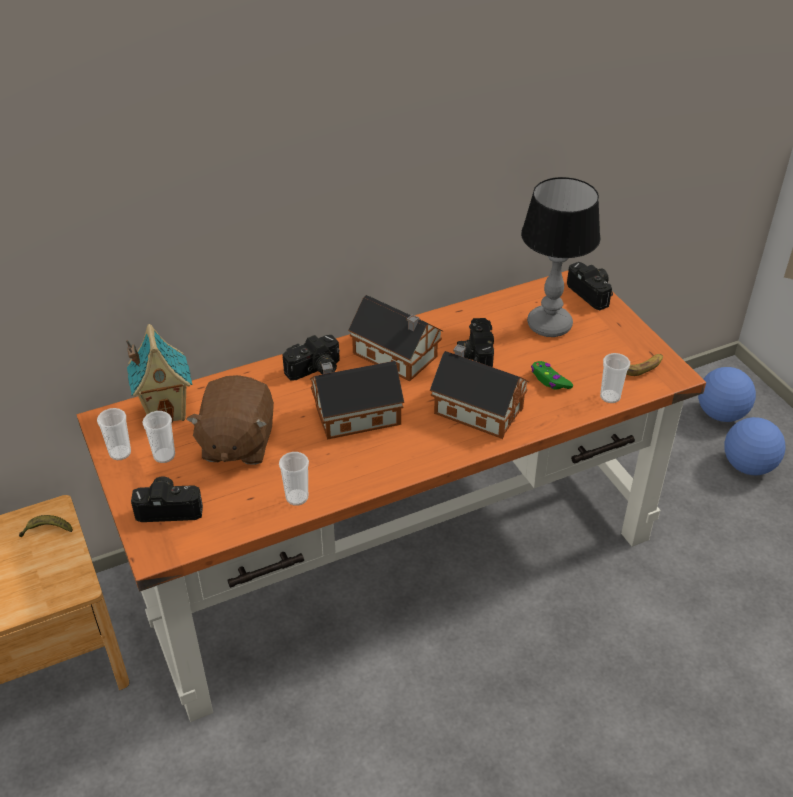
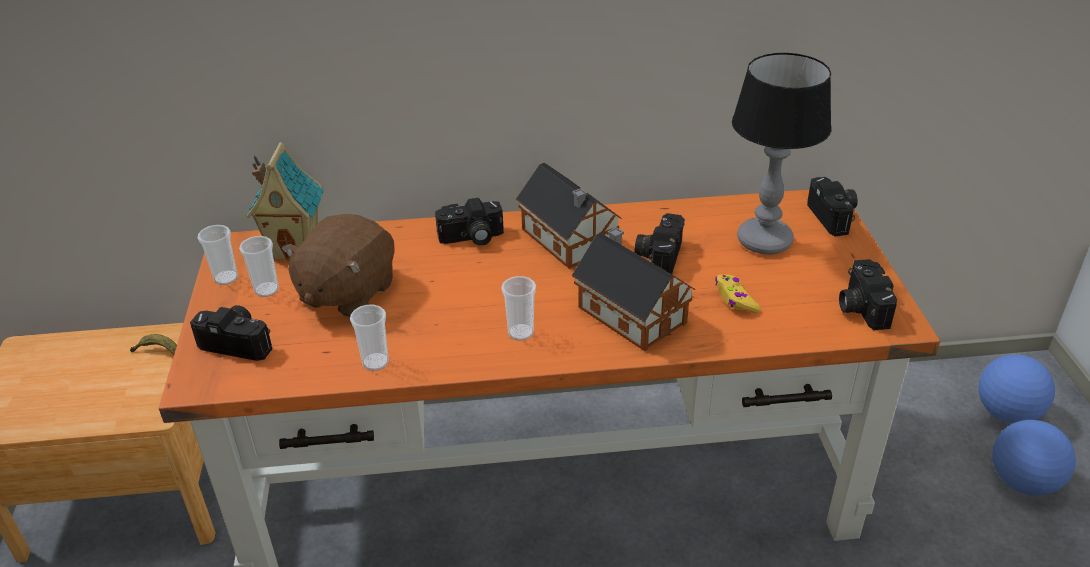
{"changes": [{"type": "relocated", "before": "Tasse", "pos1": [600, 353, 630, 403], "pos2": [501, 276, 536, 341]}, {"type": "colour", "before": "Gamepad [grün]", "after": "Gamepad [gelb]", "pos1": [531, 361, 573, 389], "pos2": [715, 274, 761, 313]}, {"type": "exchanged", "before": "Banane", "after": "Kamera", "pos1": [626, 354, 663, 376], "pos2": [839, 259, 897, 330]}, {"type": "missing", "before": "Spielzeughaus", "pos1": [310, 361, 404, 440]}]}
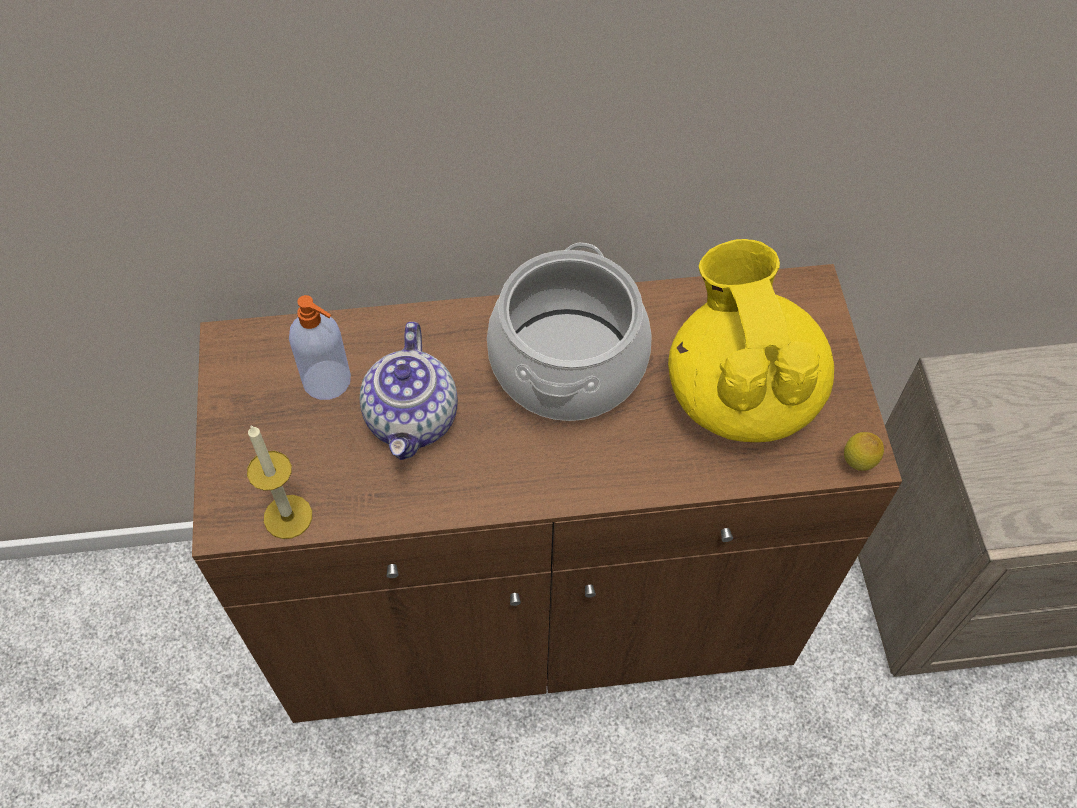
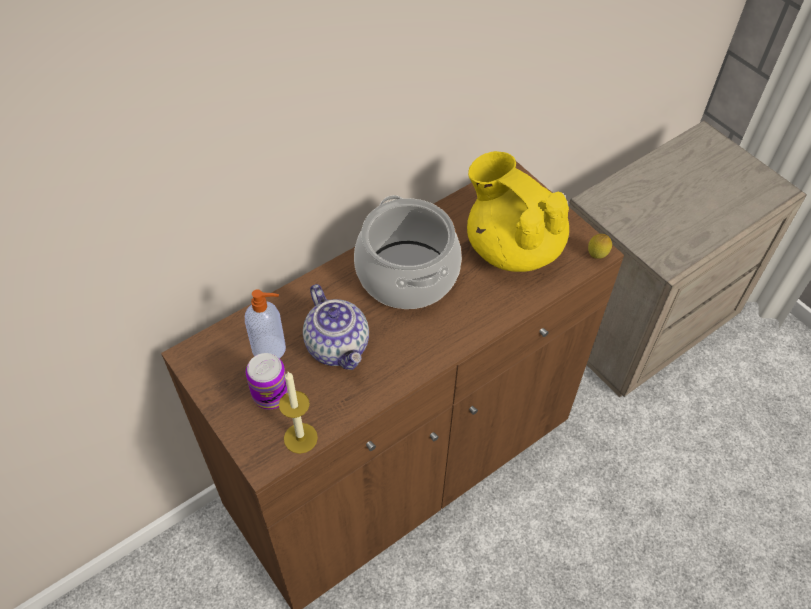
{"changes": [{"type": "appeared", "after": "Dose", "pos2": [246, 353, 288, 410]}]}
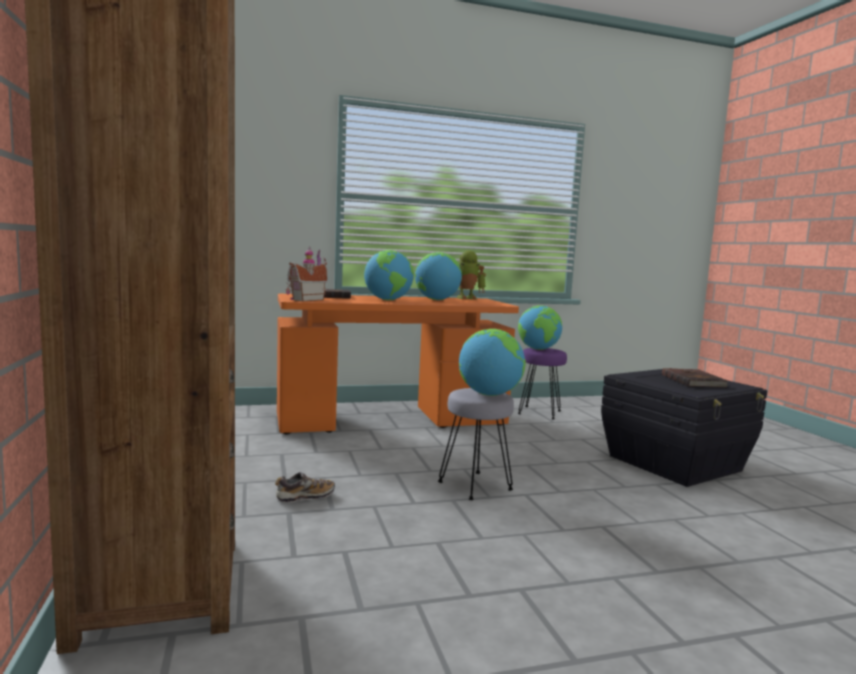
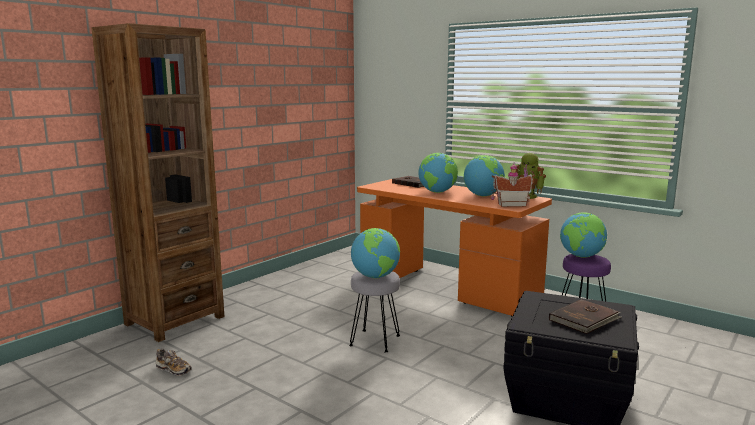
{"changes": [{"type": "relocated", "before": "Schuh", "pos1": [275, 472, 335, 503], "pos2": [156, 349, 192, 376]}, {"type": "relocated", "before": "Spielzeughaus", "pos1": [286, 247, 328, 301], "pos2": [490, 164, 535, 207]}]}
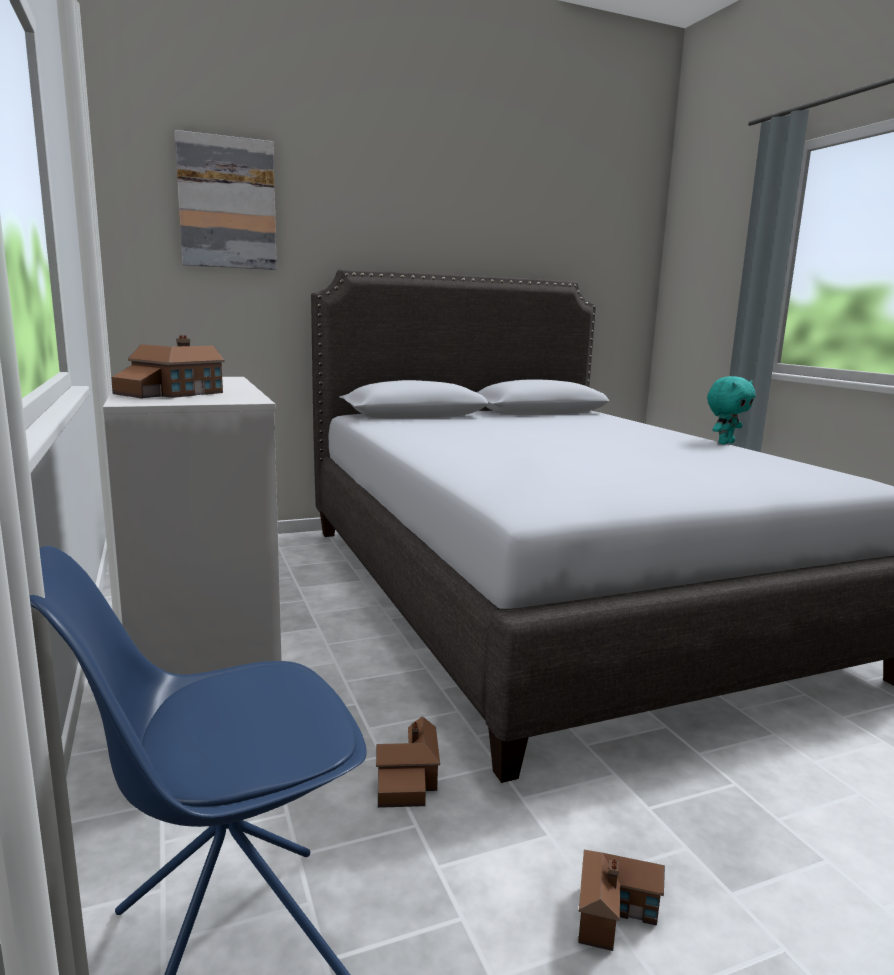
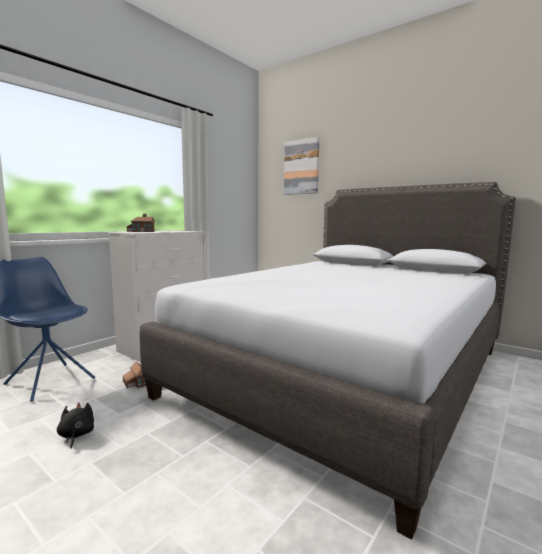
{"changes": [{"type": "exchanged", "before": "Spielzeughaus", "after": "Plüschtier [schwarz]", "pos1": [578, 850, 665, 951], "pos2": [57, 402, 94, 449]}, {"type": "missing", "before": "Plüschtier [türkis]", "pos1": [707, 376, 755, 444]}]}
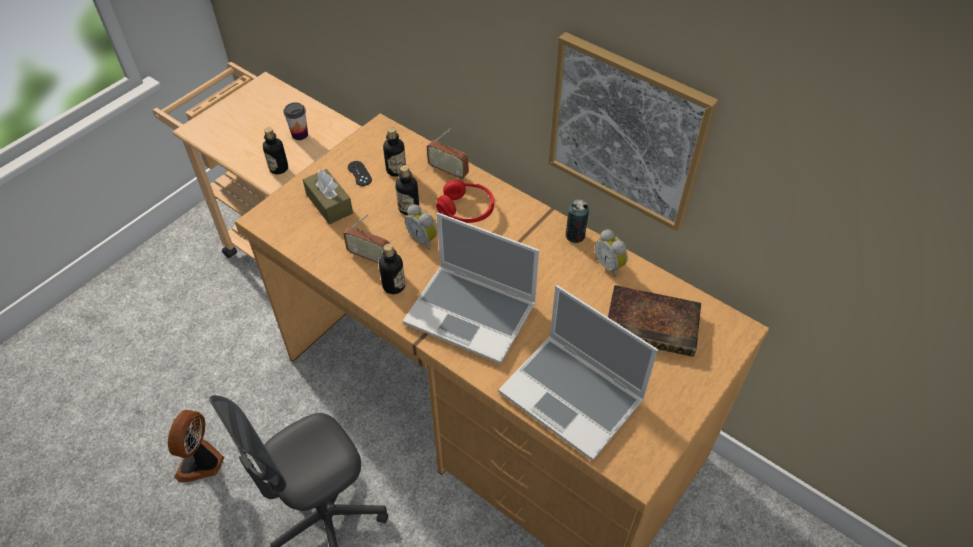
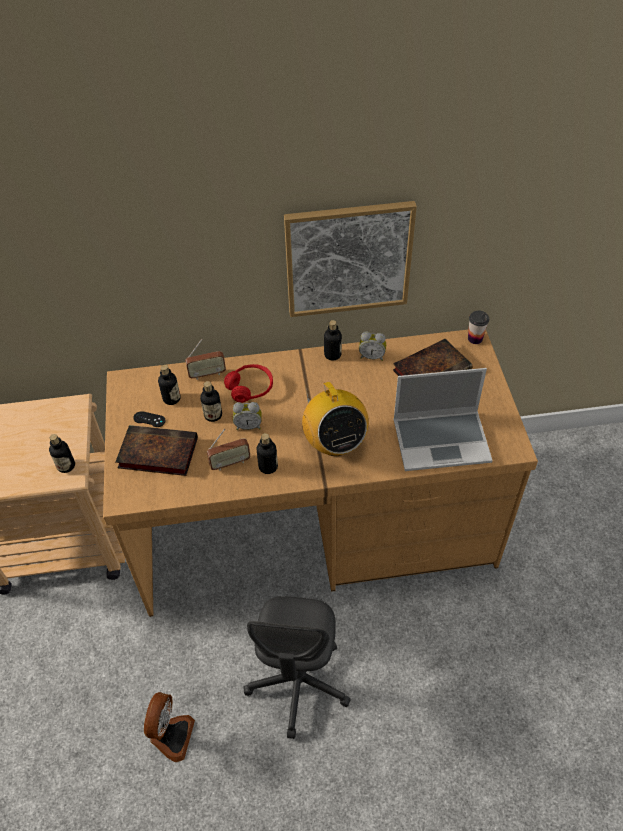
{"changes": [{"type": "exchanged", "before": "Taschentuchbox [braun]", "after": "Buch", "pos1": [303, 169, 353, 224], "pos2": [116, 425, 198, 476]}, {"type": "spun", "before": "Ventilator", "pos1": [168, 410, 224, 482], "pos2": [144, 692, 195, 762], "turn": -135}, {"type": "exchanged", "before": "Laptop", "after": "Radio", "pos1": [403, 213, 539, 364], "pos2": [302, 382, 369, 456]}, {"type": "exchanged", "before": "Dose", "after": "Flasche", "pos1": [566, 199, 589, 243], "pos2": [324, 320, 342, 361]}, {"type": "relocated", "before": "Tasse", "pos1": [283, 102, 308, 140], "pos2": [468, 311, 489, 344]}]}
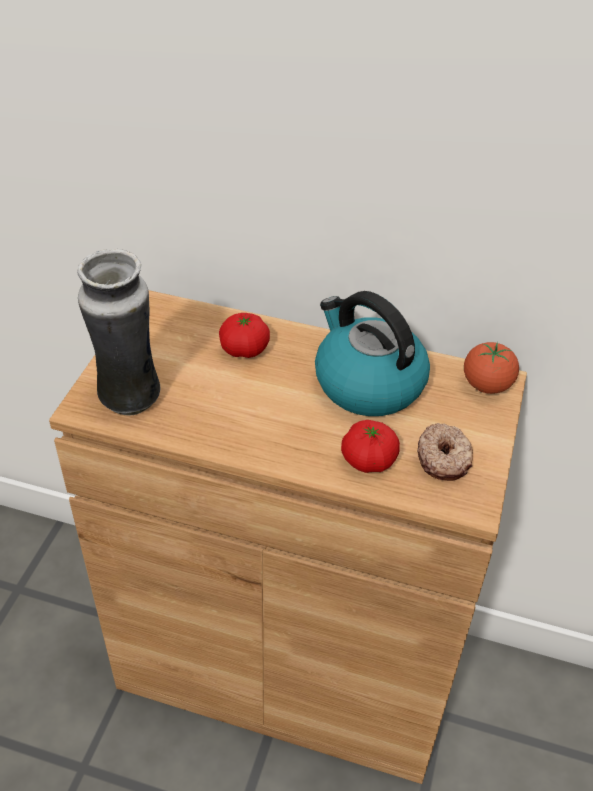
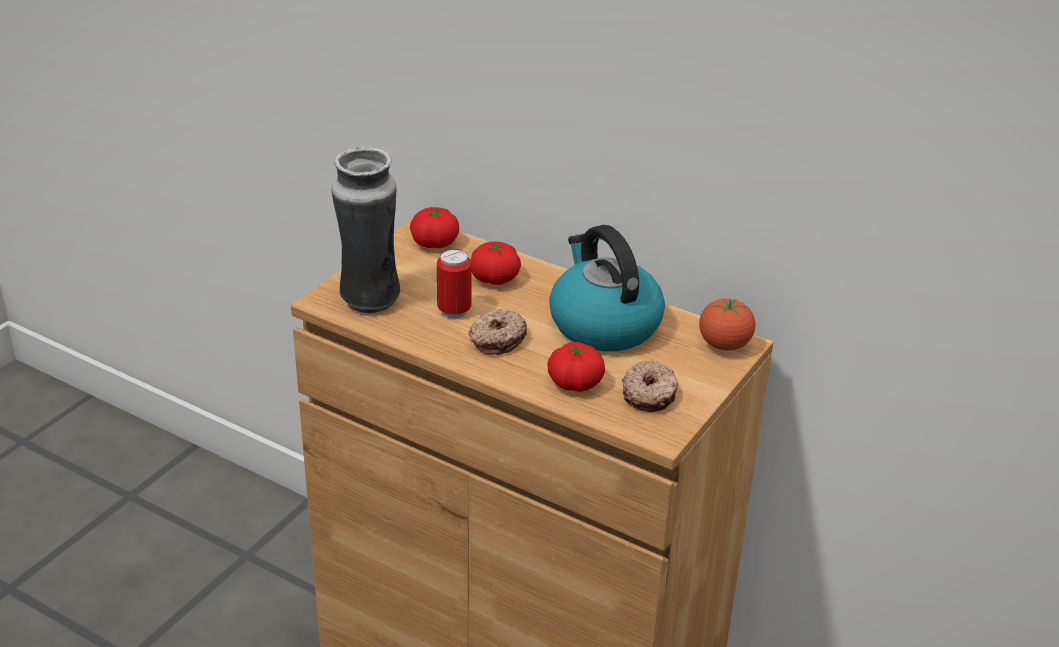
{"changes": [{"type": "appeared", "after": "Tomate", "pos2": [410, 207, 459, 248]}, {"type": "appeared", "after": "Dose", "pos2": [437, 249, 472, 319]}, {"type": "appeared", "after": "Donut", "pos2": [468, 309, 527, 355]}]}
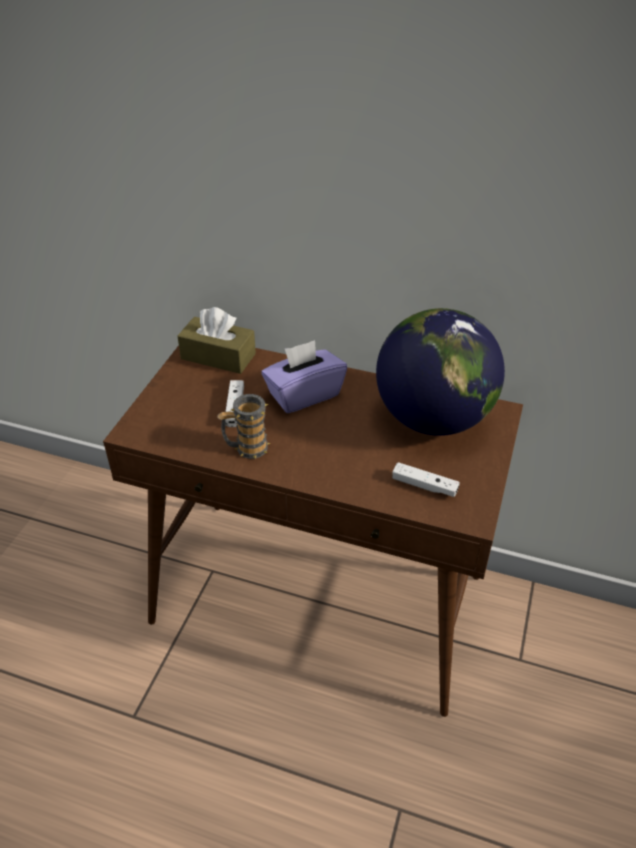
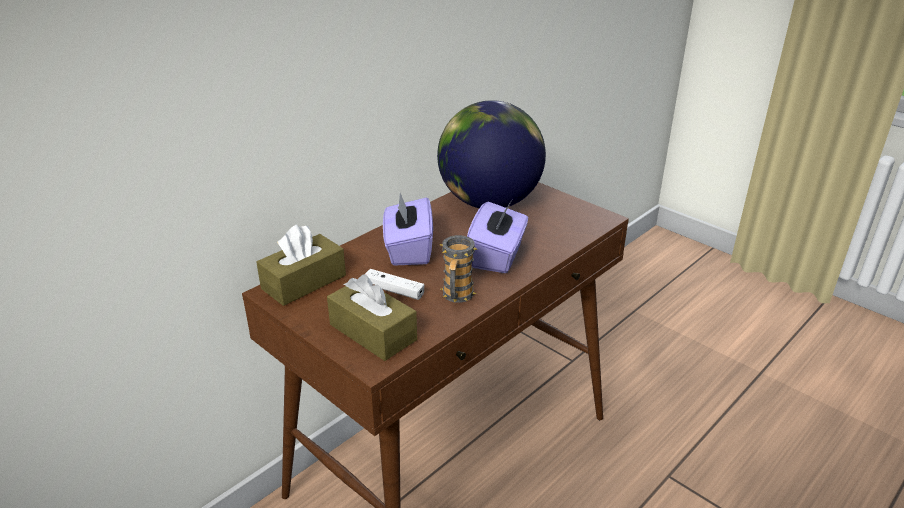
{"changes": [{"type": "appeared", "after": "Taschentuchbox [braun]", "pos2": [327, 274, 417, 361]}, {"type": "appeared", "after": "Taschentuchbox [lila]", "pos2": [467, 200, 528, 273]}, {"type": "missing", "before": "Gamepad [weiß]", "pos1": [392, 462, 460, 497]}]}
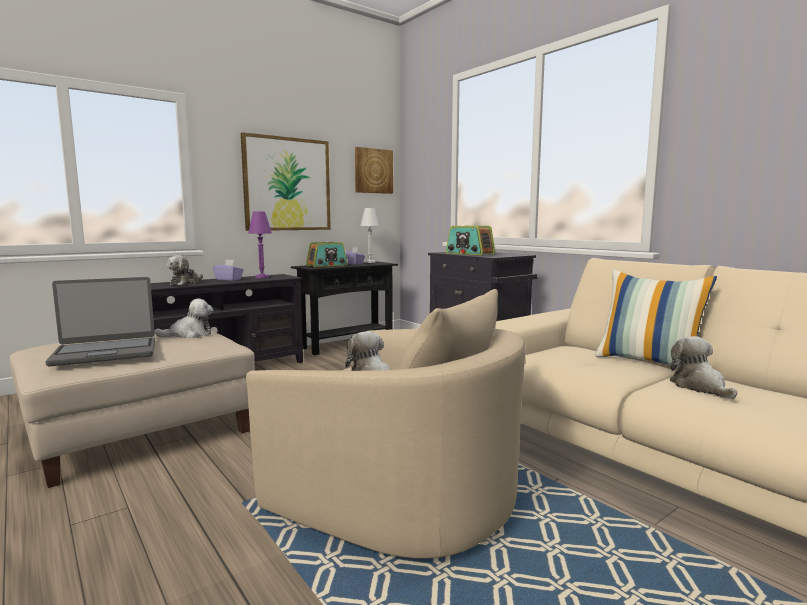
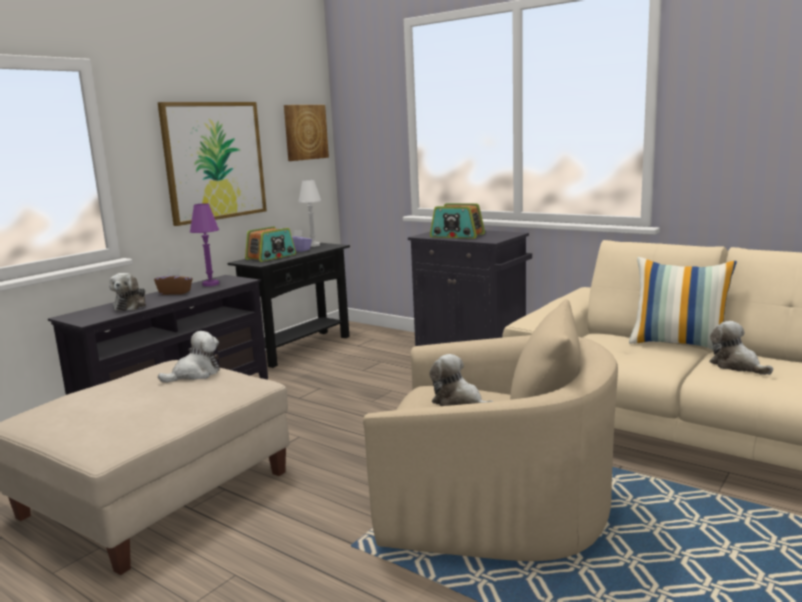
{"changes": [{"type": "colour", "before": "Taschentuchbox [lila]", "after": "Taschentuchbox [braun]", "pos1": [213, 259, 244, 281], "pos2": [154, 268, 192, 295]}, {"type": "missing", "before": "Laptop", "pos1": [45, 277, 155, 367]}]}
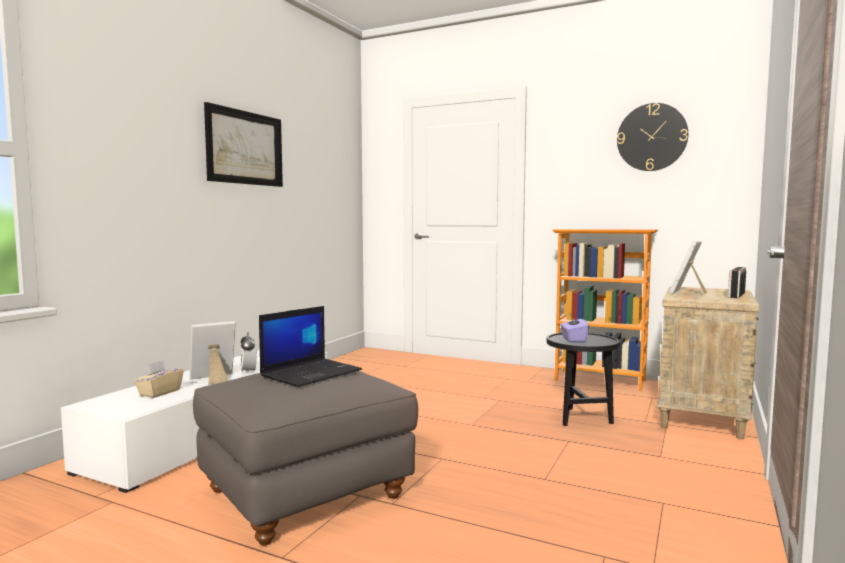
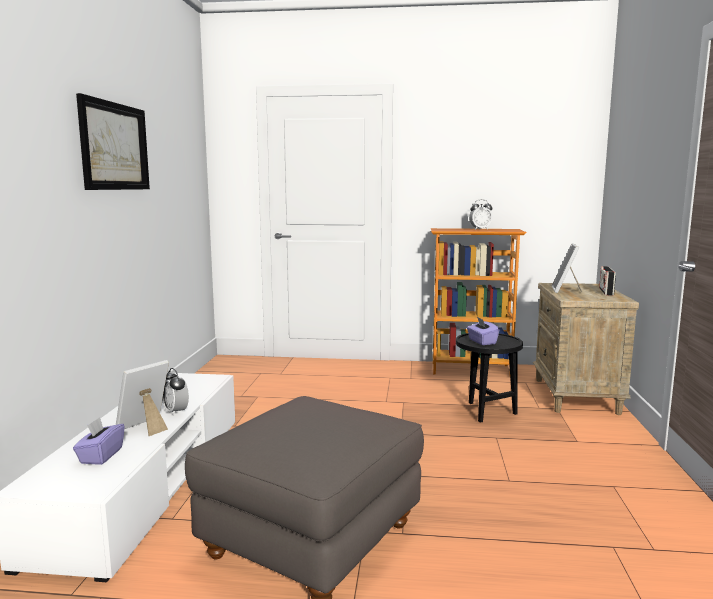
{"changes": [{"type": "colour", "before": "Taschentuchbox [beige]", "after": "Taschentuchbox [lila]", "pos1": [134, 360, 184, 398], "pos2": [73, 417, 125, 465]}, {"type": "appeared", "after": "Wecker", "pos2": [469, 199, 493, 230]}, {"type": "missing", "before": "Laptop", "pos1": [259, 306, 362, 387]}, {"type": "missing", "before": "Wanduhr", "pos1": [617, 103, 688, 171]}]}
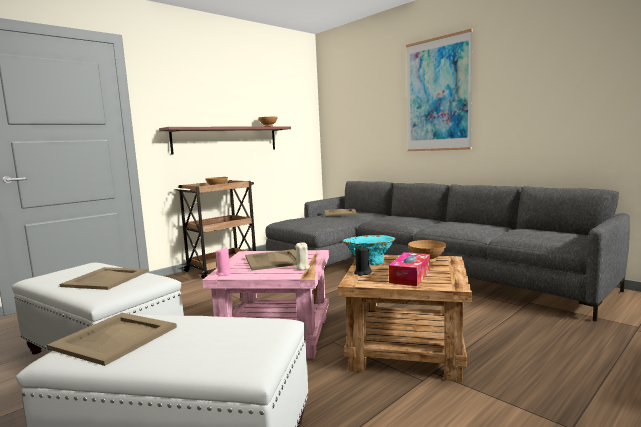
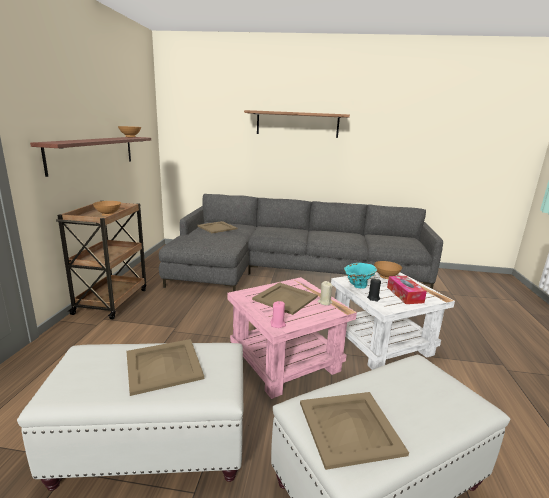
{"changes": [{"type": "exchanged", "before": "Bild", "after": "Wandregal", "pos1": [406, 29, 473, 151], "pos2": [244, 110, 350, 138]}, {"type": "colour", "before": "Beistelltisch [braun]", "after": "Beistelltisch [weiß]", "pos1": [338, 255, 472, 381], "pos2": [331, 272, 455, 370]}]}
